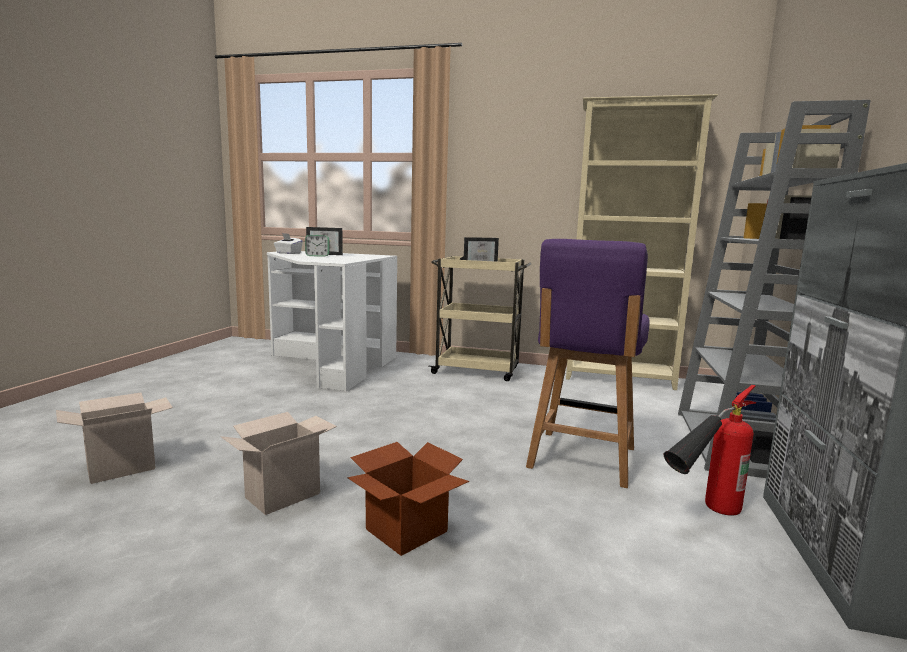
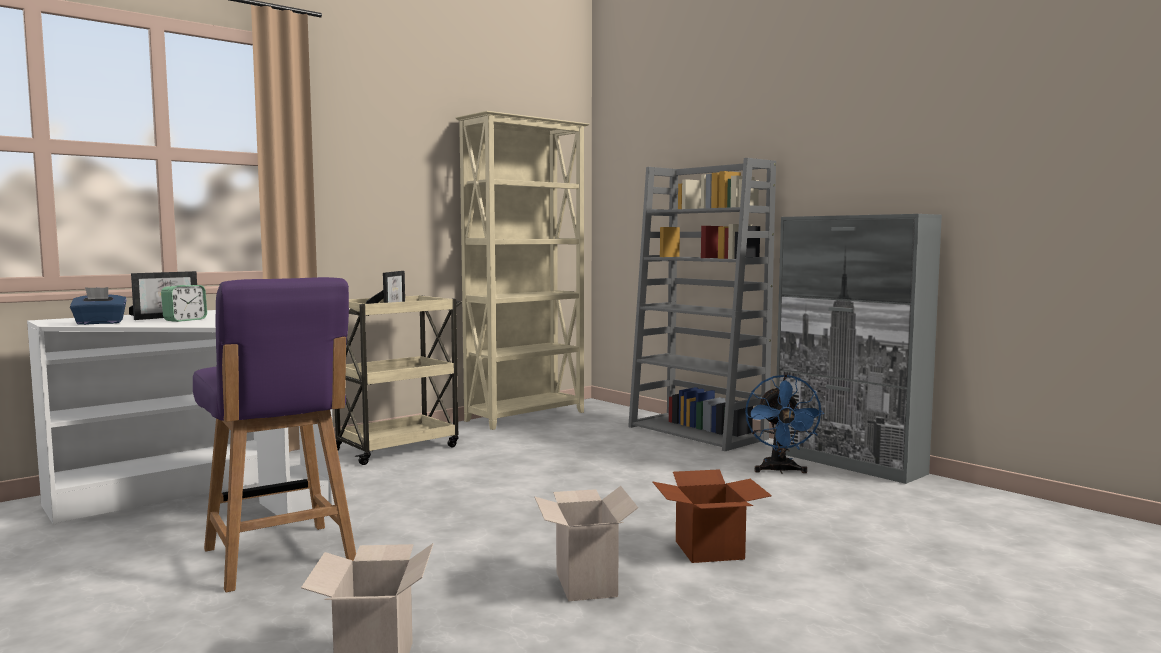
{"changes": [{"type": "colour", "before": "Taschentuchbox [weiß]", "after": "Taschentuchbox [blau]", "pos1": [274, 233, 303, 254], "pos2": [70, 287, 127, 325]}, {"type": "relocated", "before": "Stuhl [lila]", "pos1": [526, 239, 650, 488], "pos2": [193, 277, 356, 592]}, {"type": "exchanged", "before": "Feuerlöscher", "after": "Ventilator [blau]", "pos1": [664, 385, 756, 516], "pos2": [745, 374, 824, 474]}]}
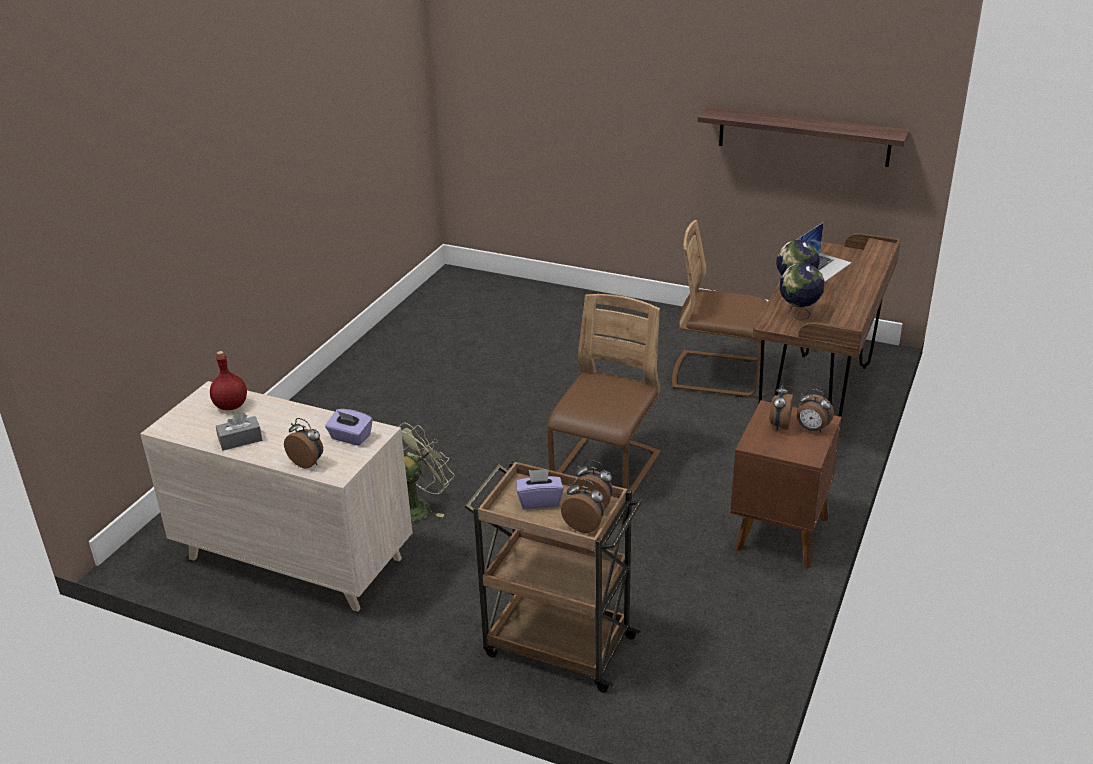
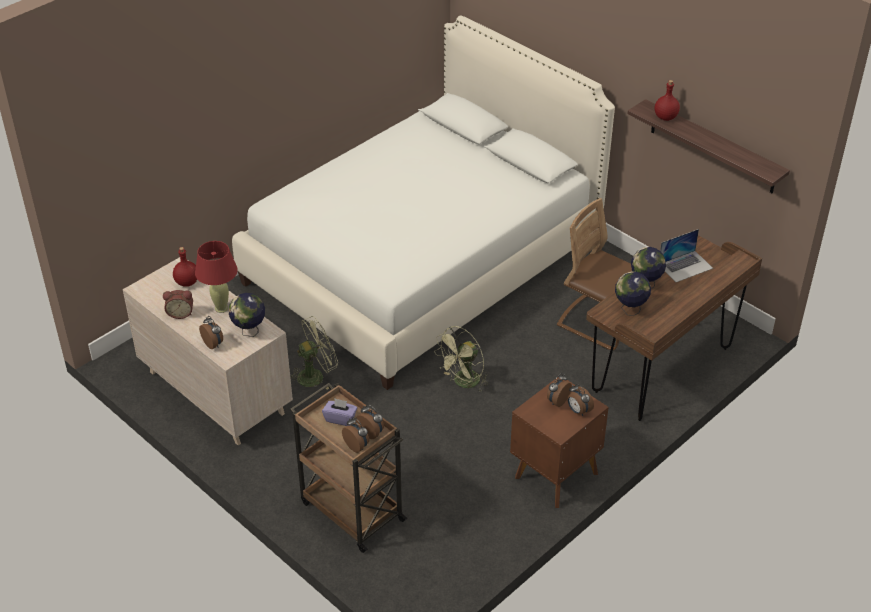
{"changes": [{"type": "exchanged", "before": "Taschentuchbox [grau]", "after": "Wecker", "pos1": [216, 412, 262, 451], "pos2": [163, 290, 193, 319]}, {"type": "appeared", "after": "Tischlampe [rot]", "pos2": [195, 241, 238, 313]}, {"type": "exchanged", "before": "Taschentuchbox [lila]", "after": "Globus", "pos1": [325, 409, 373, 446], "pos2": [229, 293, 265, 337]}, {"type": "appeared", "after": "Bett [weiß]", "pos2": [232, 16, 615, 390]}, {"type": "exchanged", "before": "Stuhl [braun]", "after": "Ventilator [grün]", "pos1": [547, 294, 661, 496], "pos2": [434, 326, 488, 393]}, {"type": "appeared", "after": "Flasche [rot]", "pos2": [654, 80, 680, 121]}]}
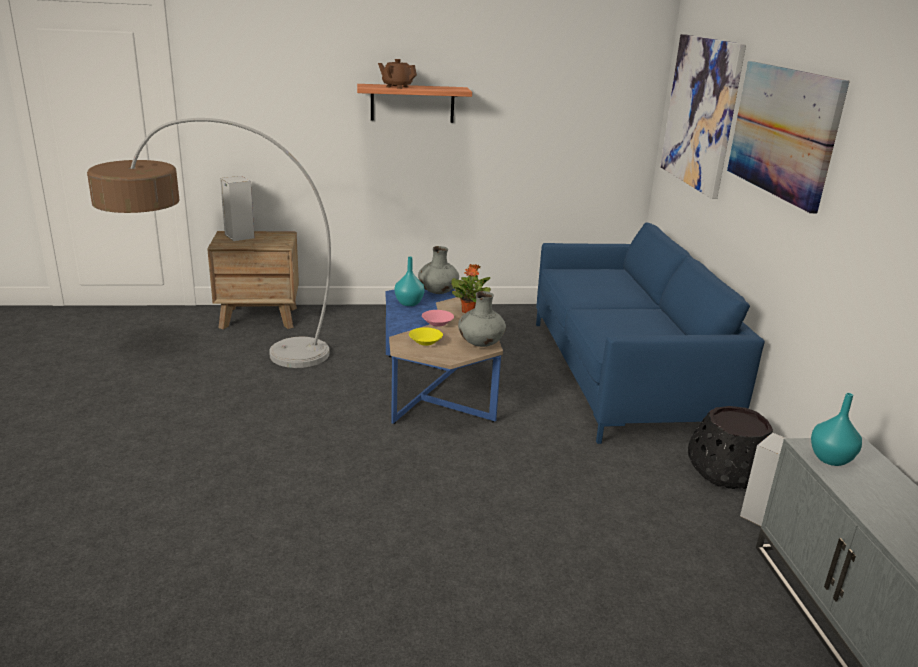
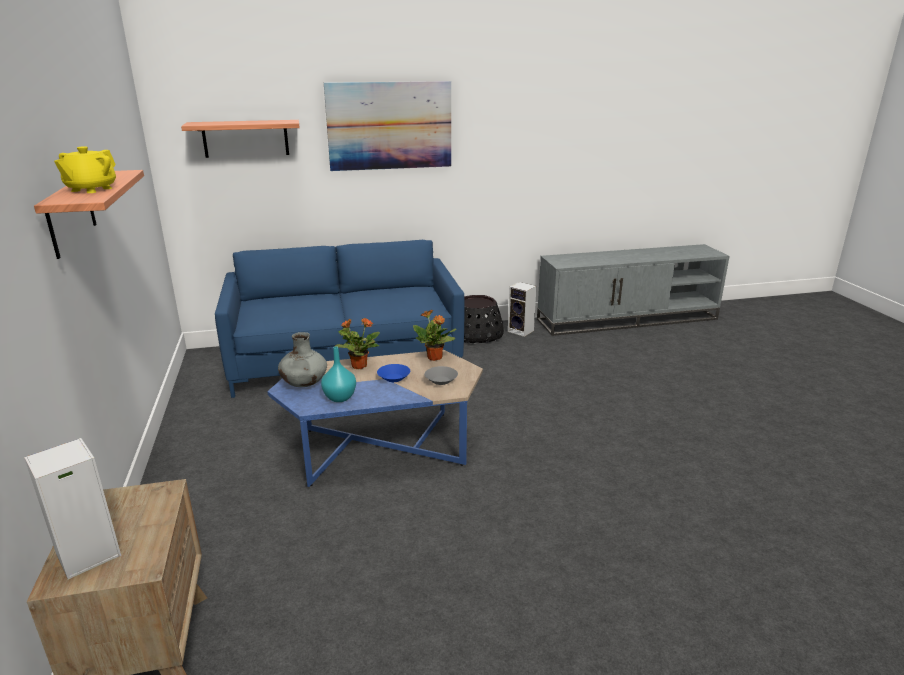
{"changes": [{"type": "colour", "before": "Teekanne [braun]", "after": "Teekanne [gelb]", "pos1": [378, 59, 417, 89], "pos2": [54, 146, 116, 193]}, {"type": "exchanged", "before": "Bild", "after": "Wandregal", "pos1": [660, 34, 746, 199], "pos2": [181, 120, 300, 158]}, {"type": "colour", "before": "Schüssel [rosa]", "after": "Schüssel [blau]", "pos1": [422, 310, 454, 327], "pos2": [377, 364, 410, 382]}, {"type": "exchanged", "before": "Vase [grau]", "after": "Topfpflanze", "pos1": [458, 291, 506, 347], "pos2": [413, 310, 457, 361]}, {"type": "colour", "before": "Schüssel [gelb]", "after": "Schüssel [grau]", "pos1": [409, 327, 443, 346], "pos2": [424, 366, 458, 385]}, {"type": "missing", "before": "Stehlampe", "pos1": [87, 118, 331, 368]}, {"type": "missing", "before": "Vase [türkis]", "pos1": [811, 393, 862, 466]}]}
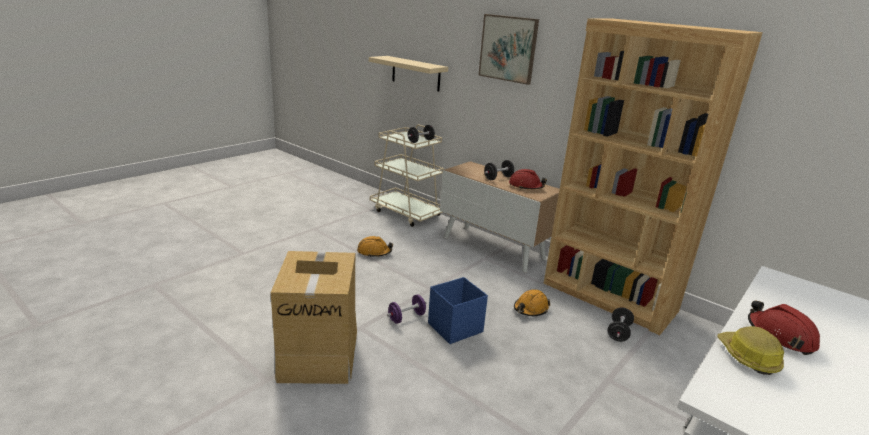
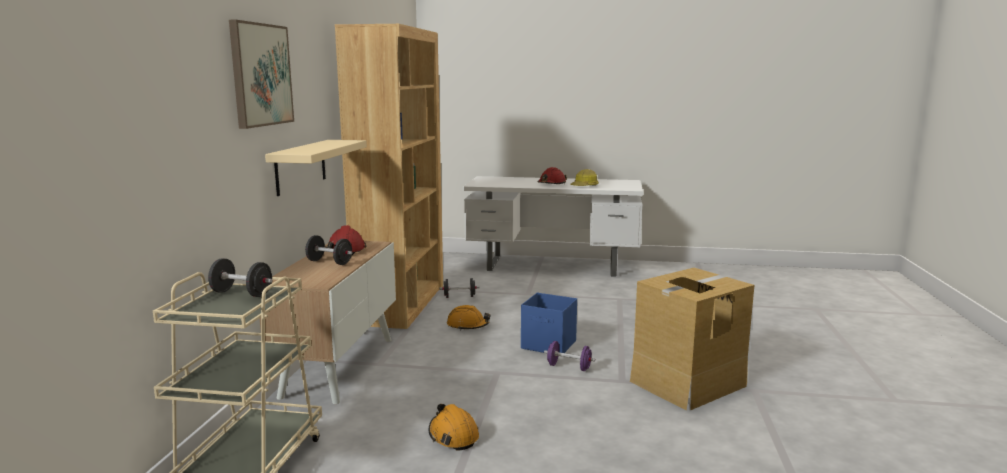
{"changes": [{"type": "relocated", "before": "Wandregal [beige]", "pos1": [369, 56, 448, 91], "pos2": [265, 140, 367, 196]}]}
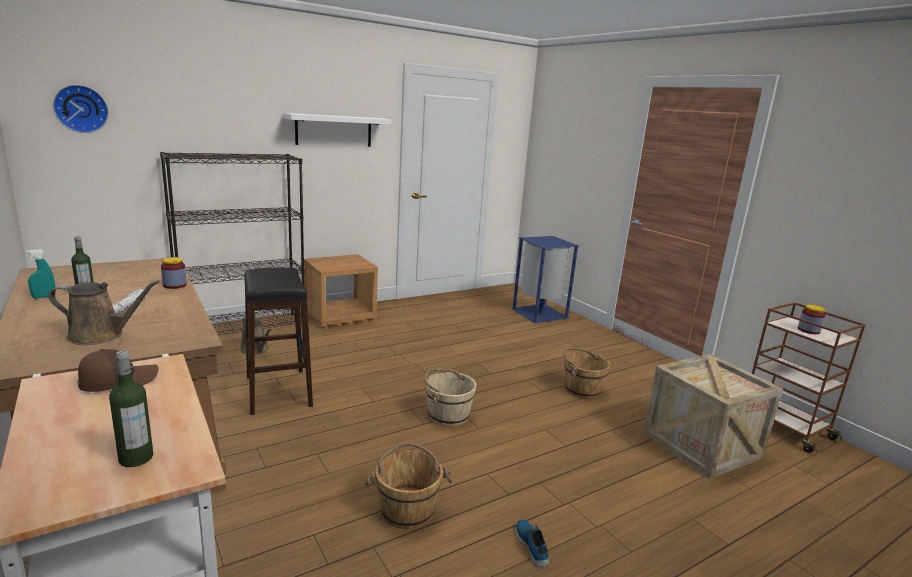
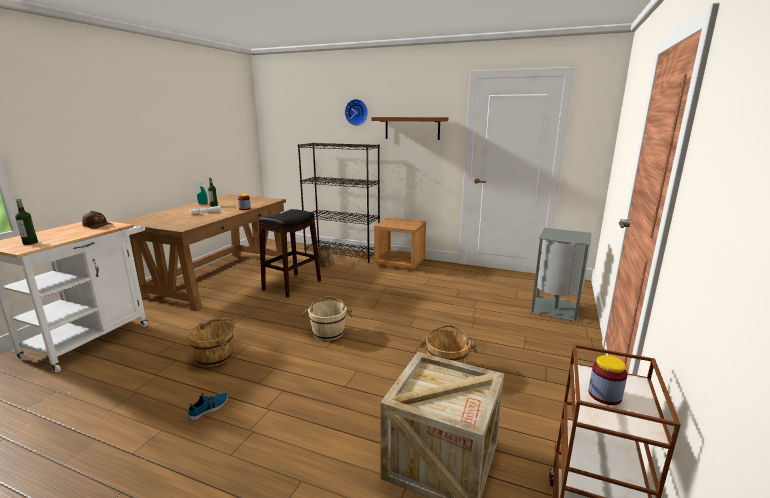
{"changes": [{"type": "relocated", "before": "Wanduhr", "pos1": [53, 85, 109, 133], "pos2": [345, 99, 368, 126]}, {"type": "colour", "before": "Wandregal [weiß]", "after": "Wandregal [braun]", "pos1": [283, 113, 391, 147], "pos2": [371, 117, 448, 140]}, {"type": "colour", "before": "Mülleimer [blau]", "after": "Mülleimer [grau]", "pos1": [511, 236, 579, 323], "pos2": [530, 228, 592, 322]}, {"type": "missing", "before": "Gießkanne [braun]", "pos1": [48, 280, 160, 345]}]}
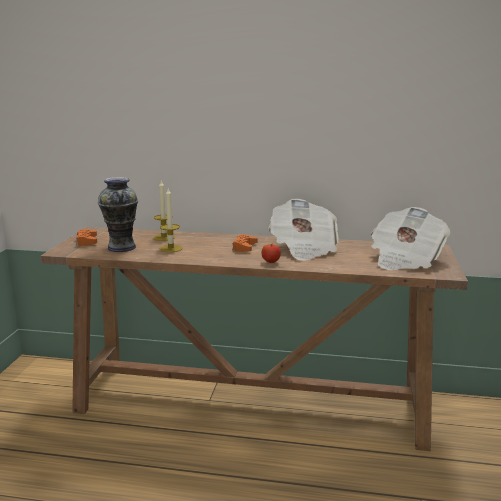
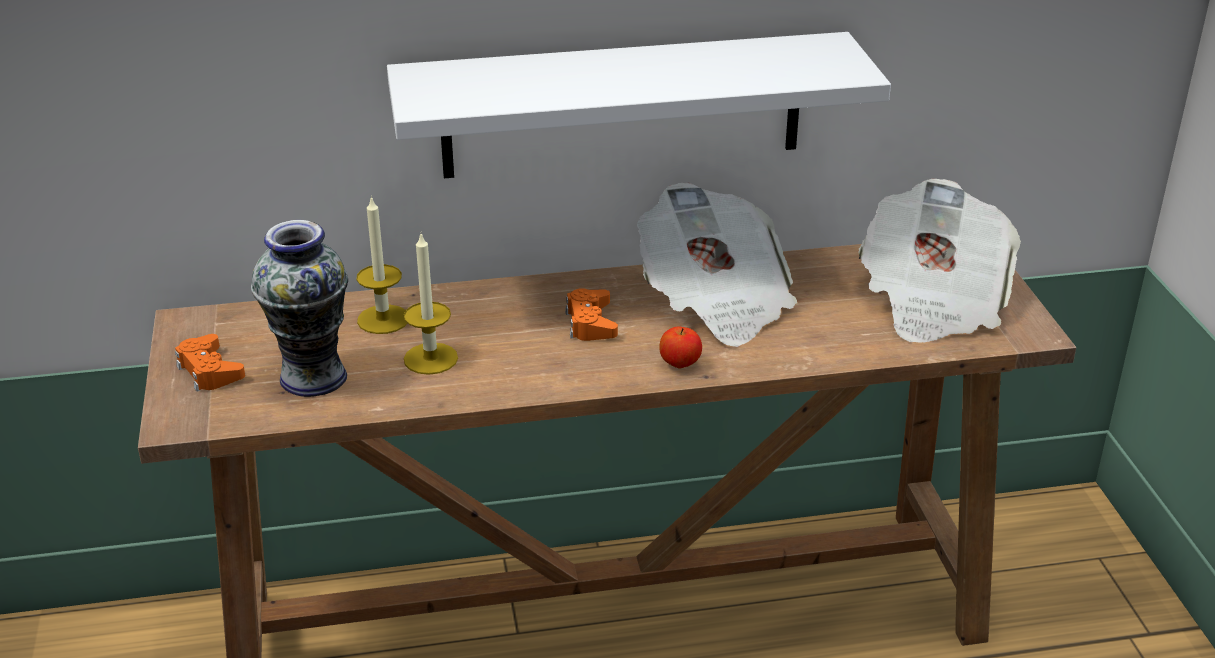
{"changes": [{"type": "appeared", "after": "Wandregal [weiß]", "pos2": [387, 32, 891, 178]}]}
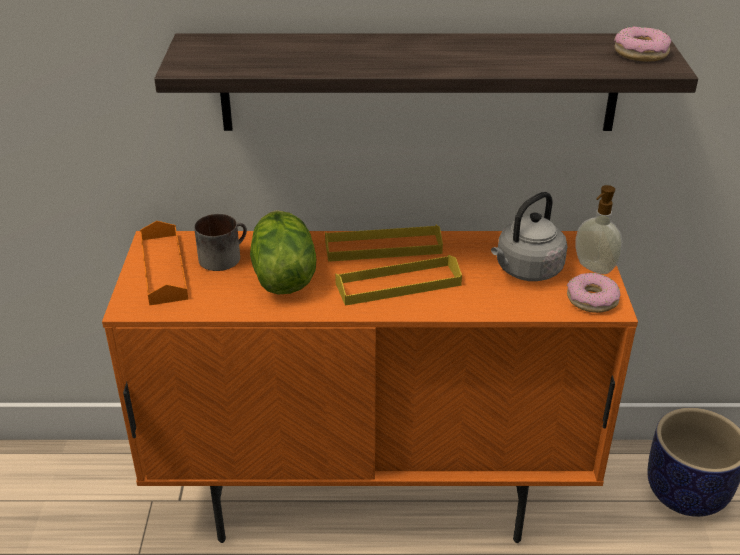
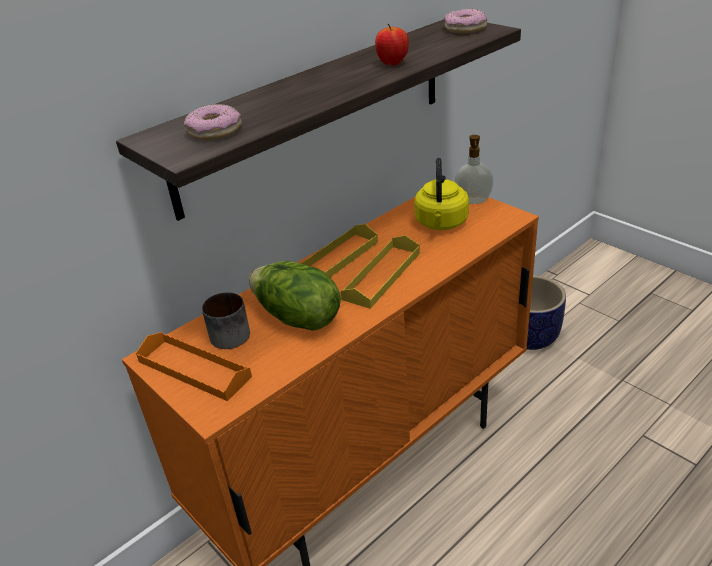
{"changes": [{"type": "relocated", "before": "Donut", "pos1": [567, 273, 620, 313], "pos2": [184, 104, 242, 140]}, {"type": "appeared", "after": "Apfel", "pos2": [375, 23, 409, 66]}, {"type": "colour", "before": "Wasserkessel [grau]", "after": "Wasserkessel [gelb]", "pos1": [491, 192, 567, 281], "pos2": [414, 158, 469, 230]}]}
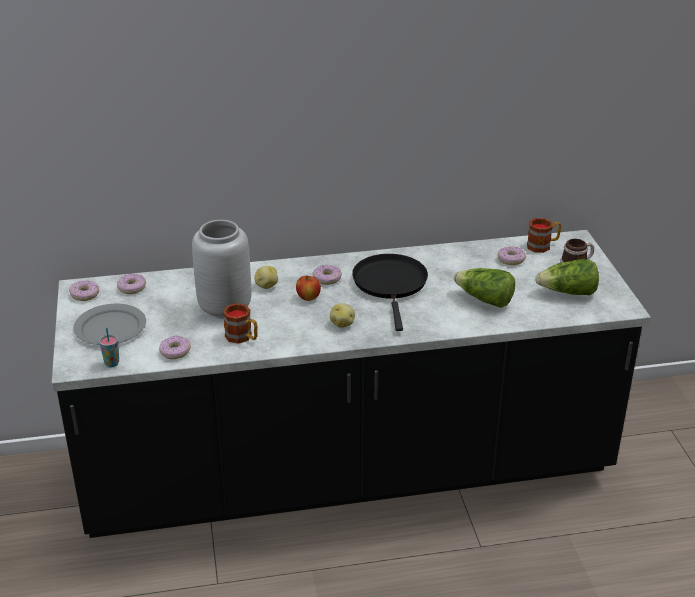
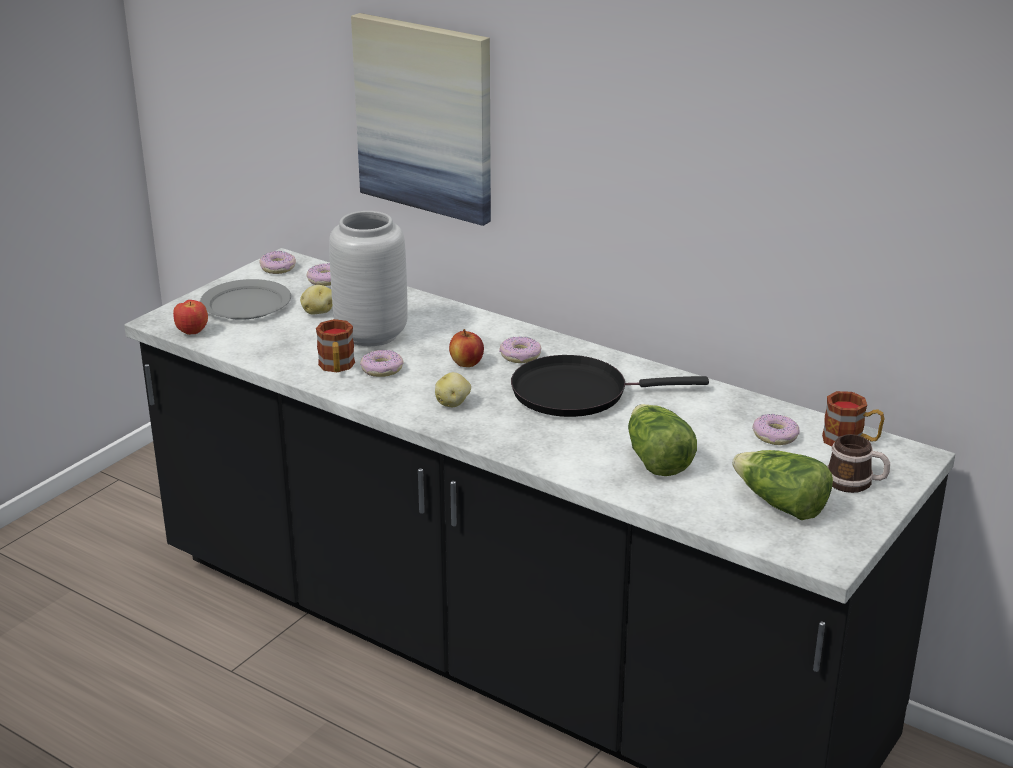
{"changes": [{"type": "exchanged", "before": "Tasse", "after": "Apfel", "pos1": [99, 328, 119, 367], "pos2": [173, 300, 208, 335]}, {"type": "relocated", "before": "Kartoffel", "pos1": [254, 266, 278, 289], "pos2": [300, 285, 333, 315]}, {"type": "appeared", "after": "Bild", "pos2": [351, 13, 491, 226]}, {"type": "relocated", "before": "Donut", "pos1": [159, 336, 191, 359], "pos2": [360, 350, 404, 377]}, {"type": "spun", "before": "Pfanne [schwarz]", "pos1": [352, 254, 428, 331], "pos2": [511, 355, 709, 417], "turn": -135}]}
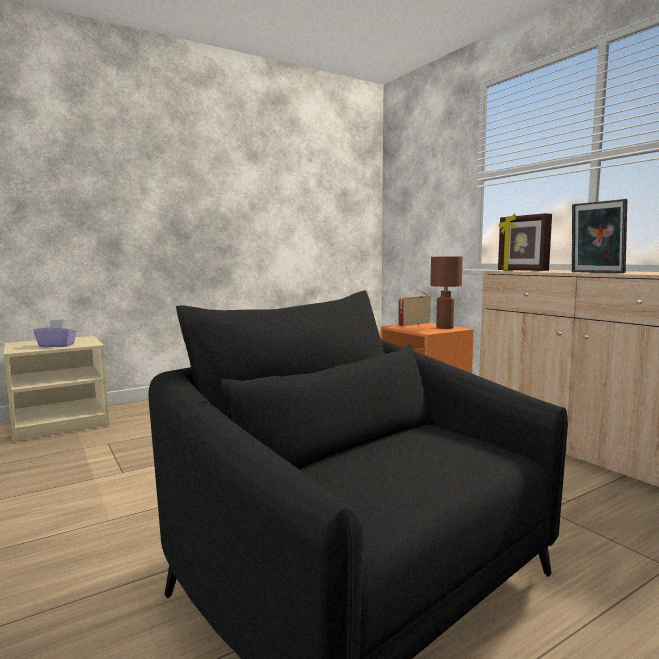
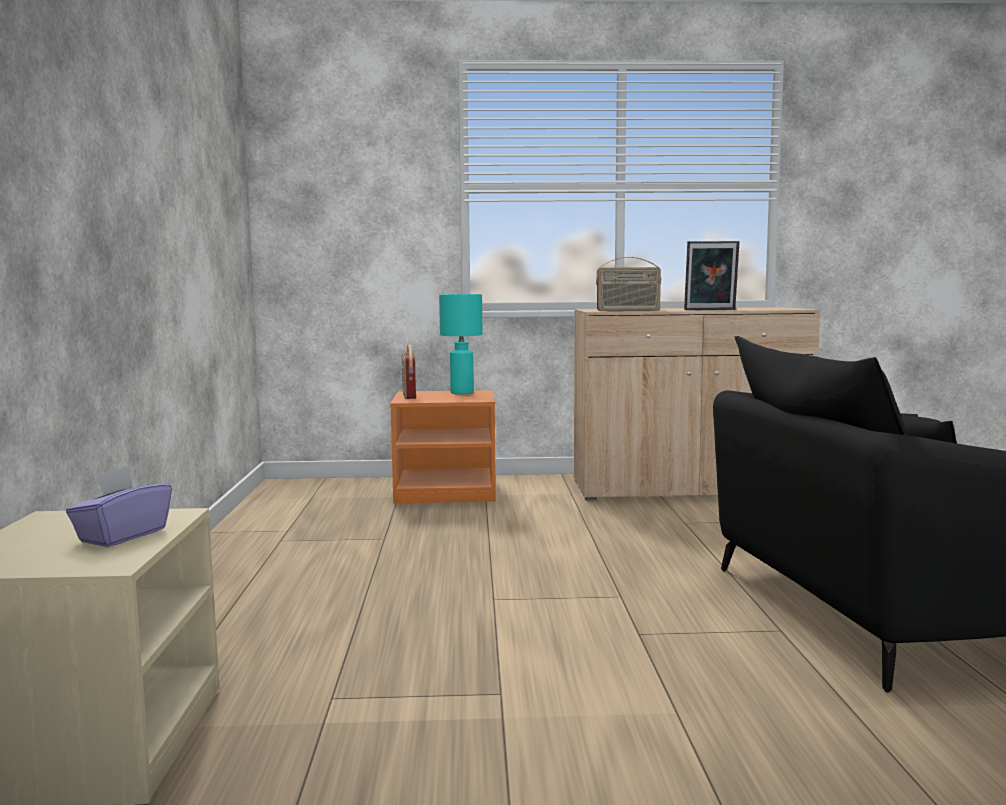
{"changes": [{"type": "colour", "before": "Tischlampe [braun]", "after": "Tischlampe [türkis]", "pos1": [430, 256, 463, 329], "pos2": [439, 294, 483, 394]}, {"type": "exchanged", "before": "Bilderrahmen", "after": "Radio", "pos1": [498, 213, 552, 271], "pos2": [596, 257, 661, 311]}]}
